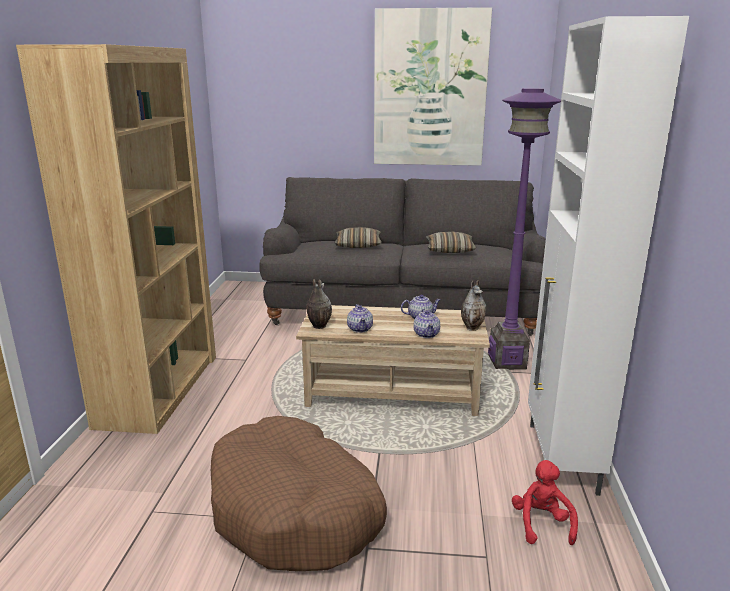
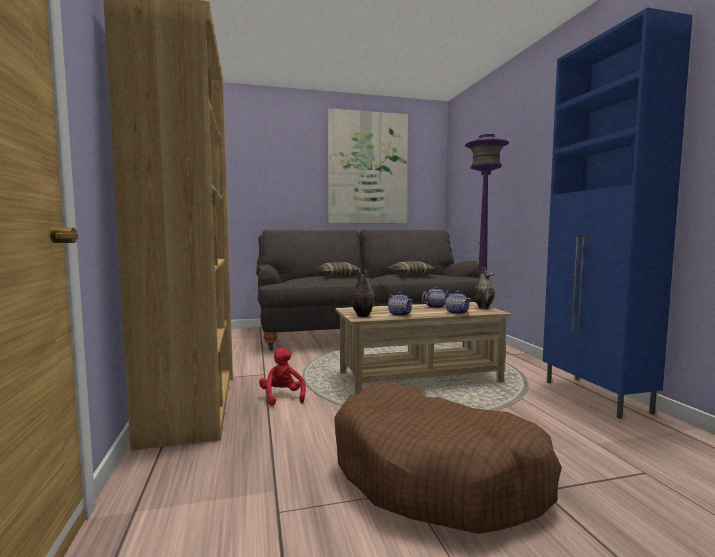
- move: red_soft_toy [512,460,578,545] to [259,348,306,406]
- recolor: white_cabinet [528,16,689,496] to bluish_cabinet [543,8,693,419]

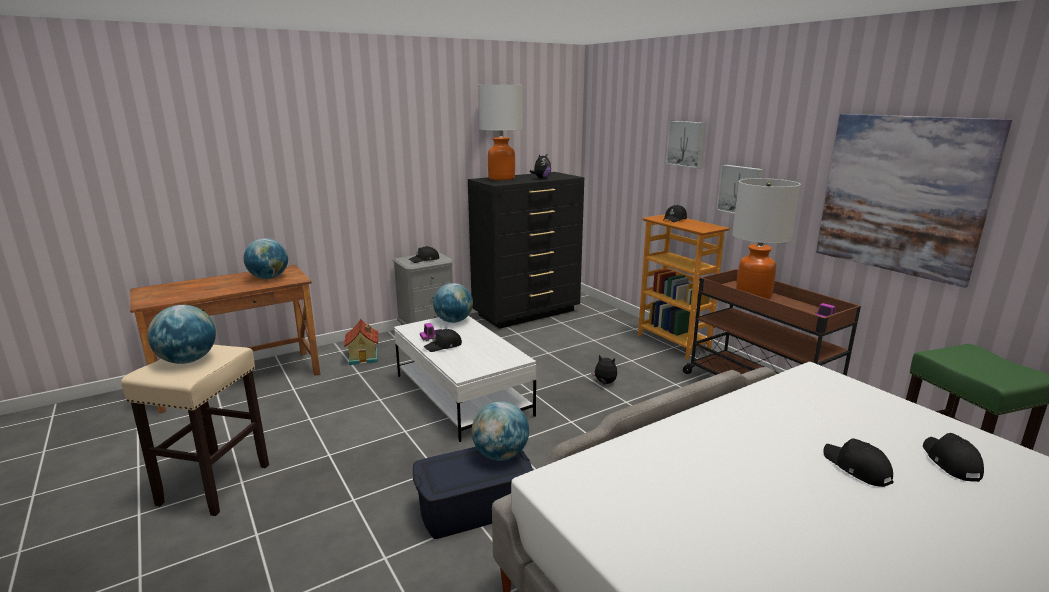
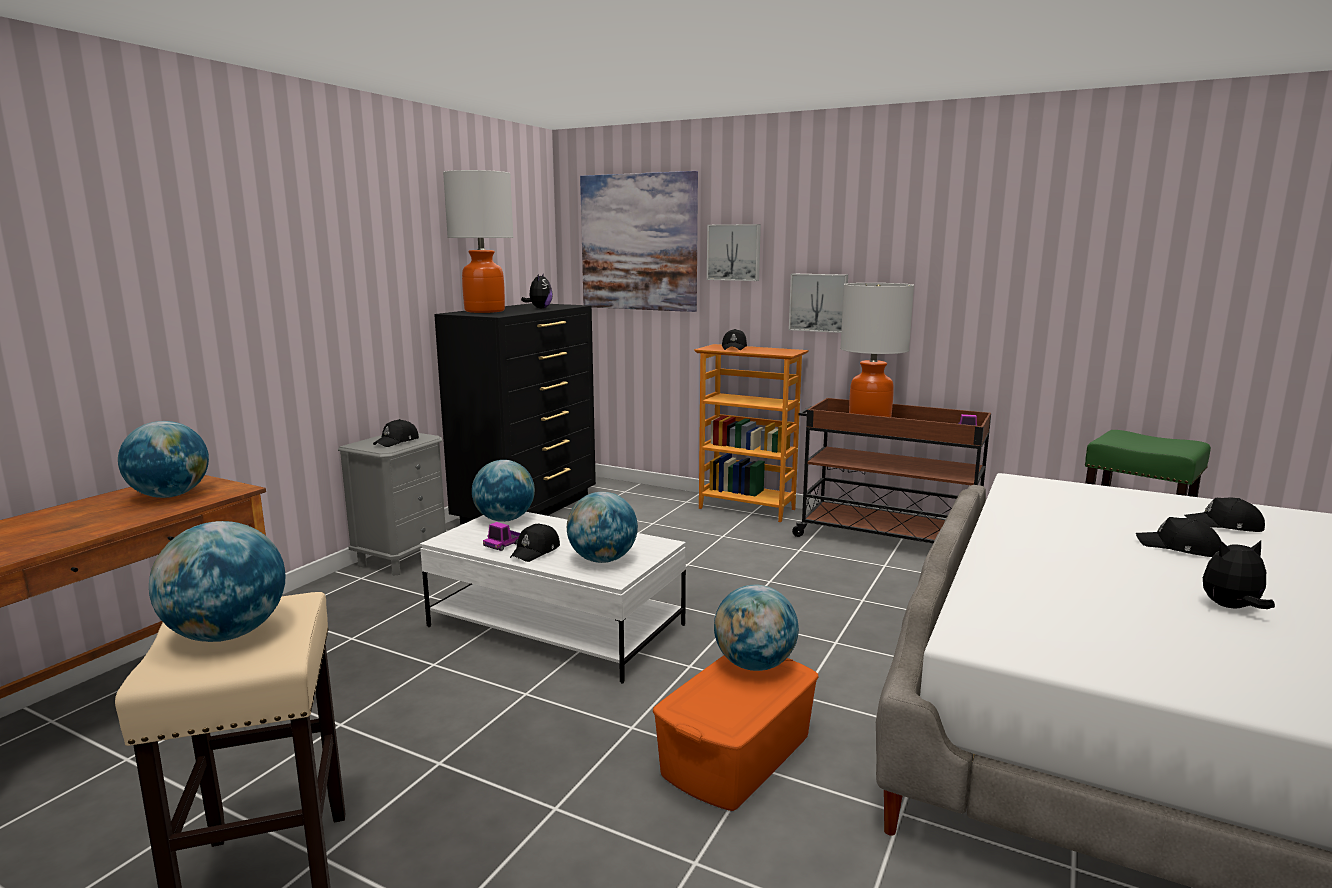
- delete: toy_house [344,319,378,365]
- recolor: bluish_storage_box [413,447,533,539] to orange_storage_box [653,655,819,811]
- move: soft_toy [591,355,617,385] to [1203,540,1275,609]
- move: picture [816,114,1012,288] to [580,171,698,312]
- rotate: black_peaked_cap [923,433,984,482] = [1185,497,1265,532] 45 degrees counterclockwise
- insert: world_globe [567,492,638,563]

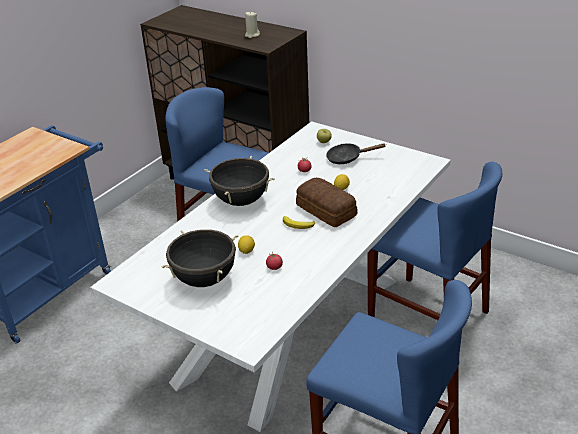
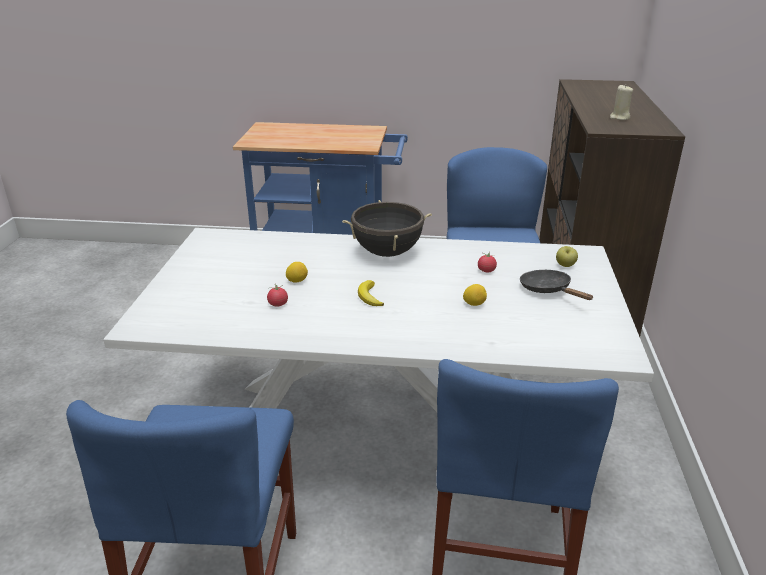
- delete: black_cooking_pot [161,229,238,287]
- delete: bread [296,178,357,228]

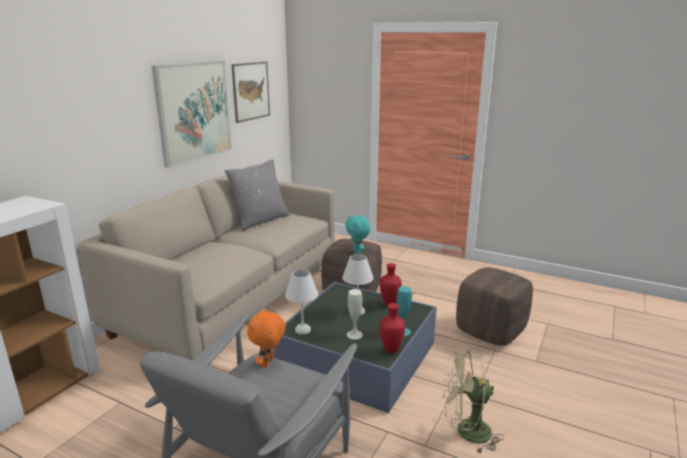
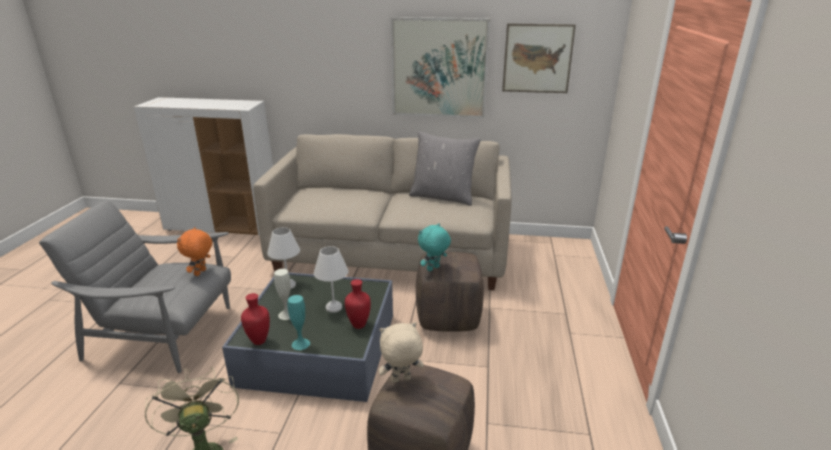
- rotate: orange_soft_toy [247,308,286,368] = [177,227,212,276] 75 degrees counterclockwise
- insert: beige-coloured_soft_toy [379,322,424,383]

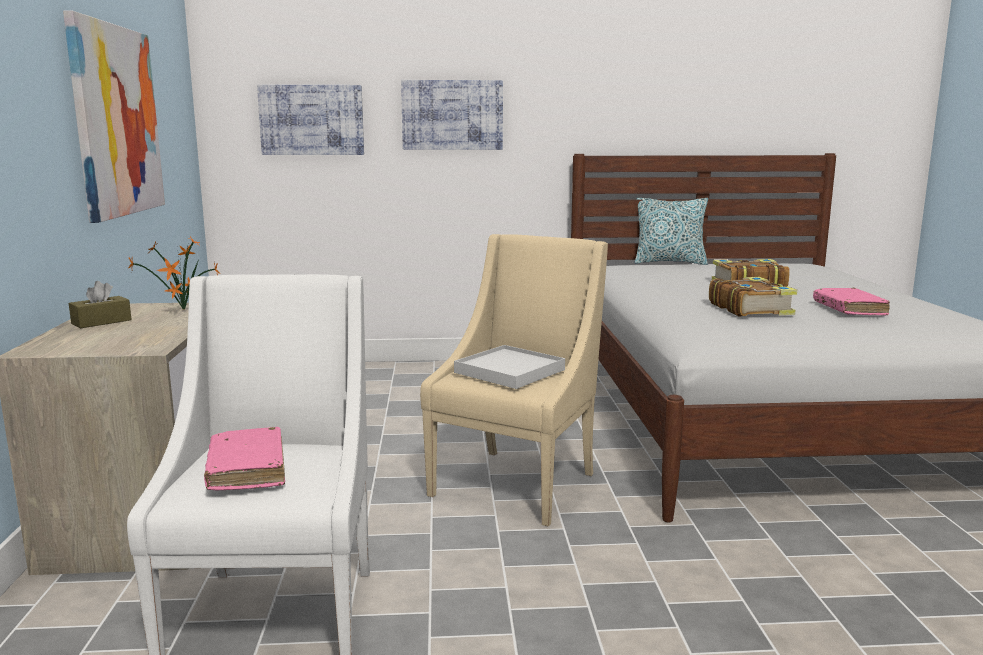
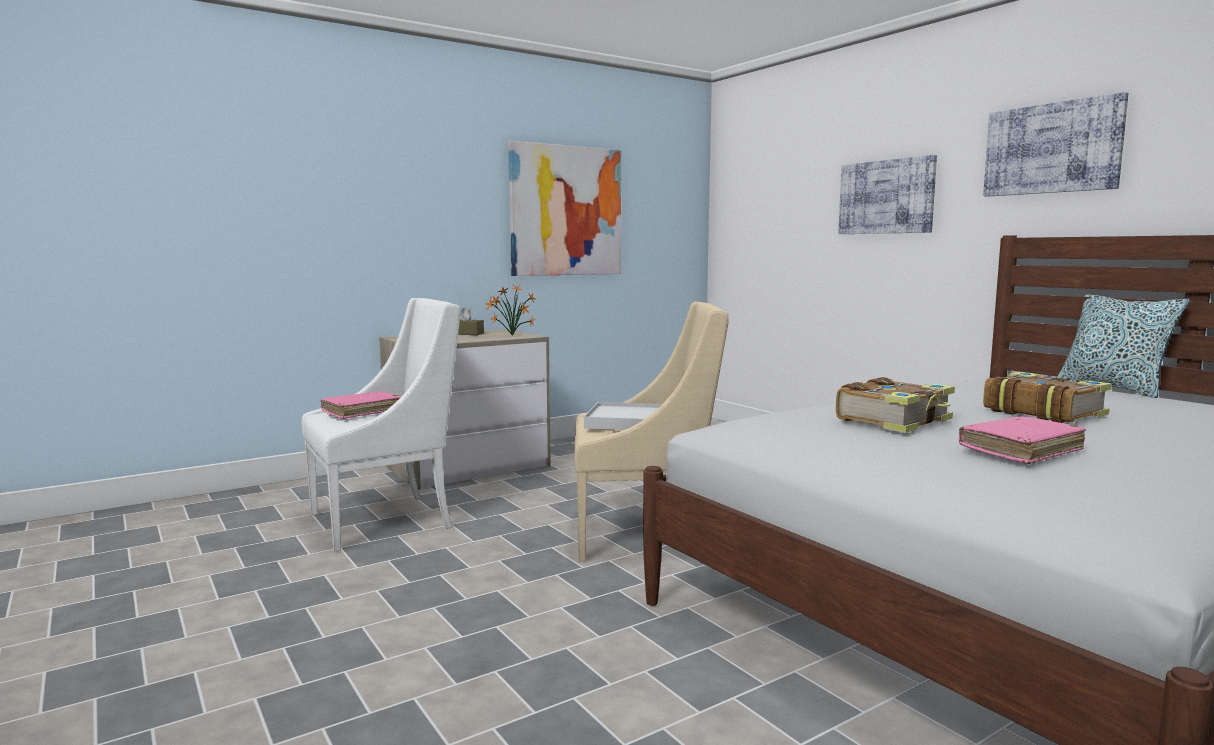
- move: picture [257,85,364,155] to [983,92,1128,197]

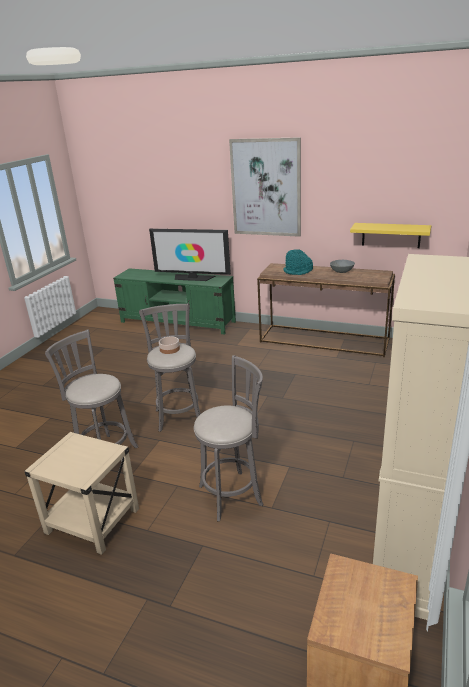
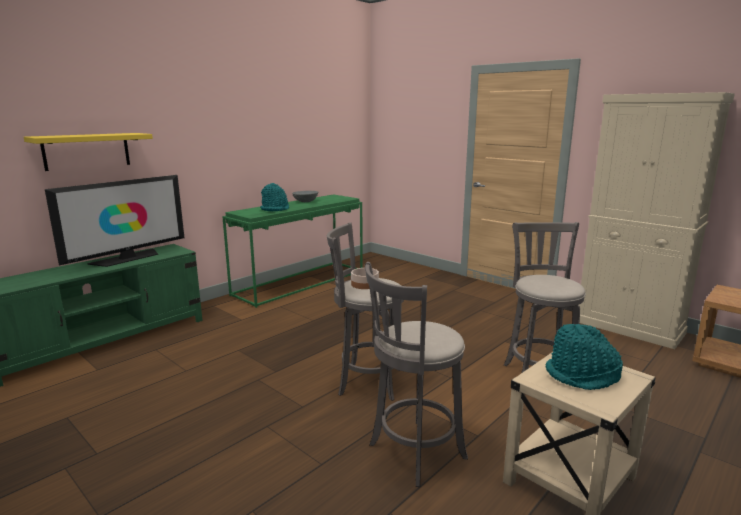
- delete: picture [229,137,301,237]
- recolor: brown_narrow_table [257,263,395,357] to green-coloured_narrow_table [222,194,363,308]
- move: yellowish_shelf [350,223,431,248] to [24,133,153,171]
- insert: blue-green_hat [546,324,623,390]

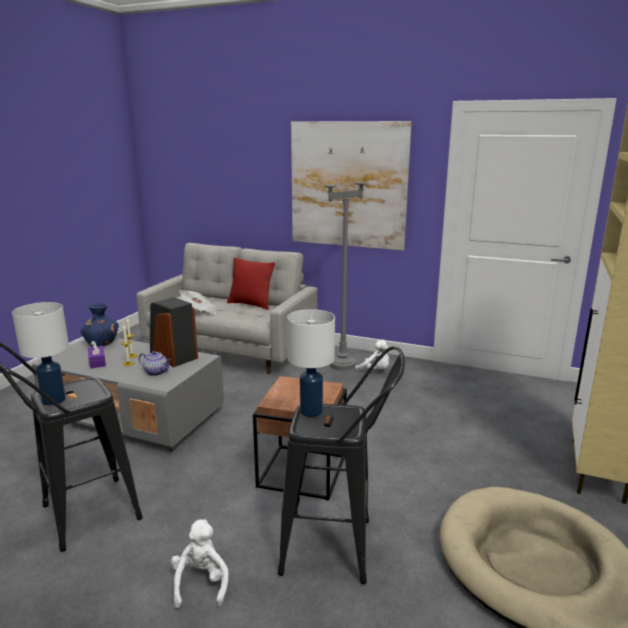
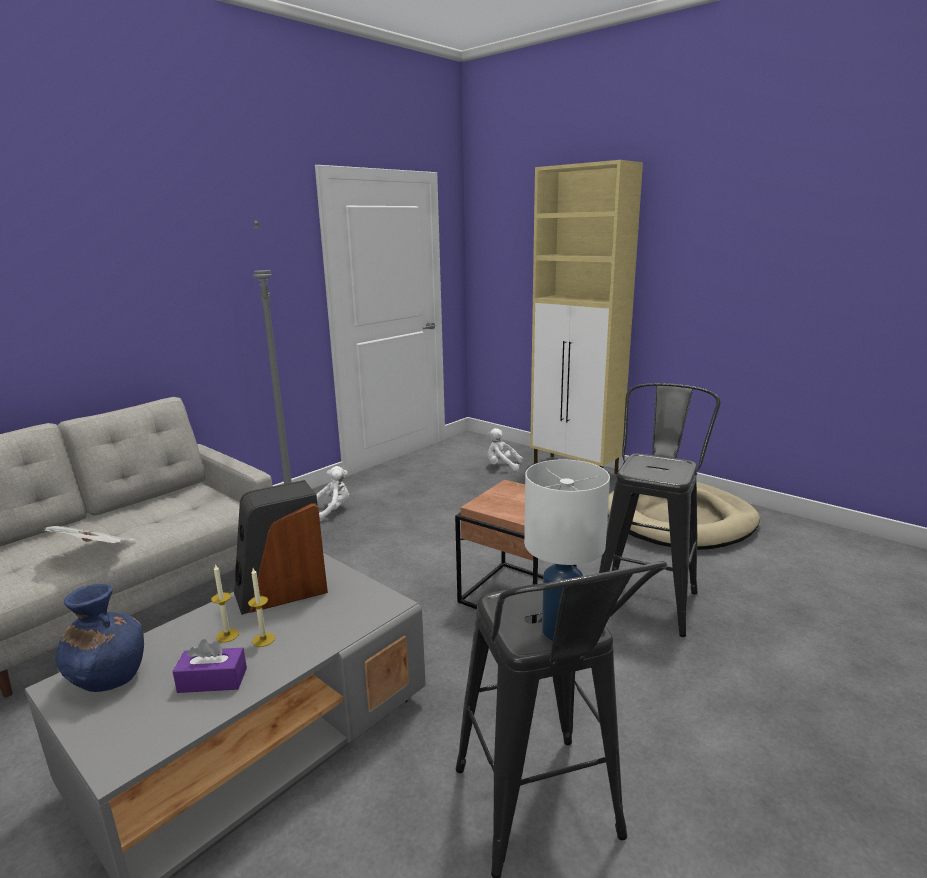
- delete: tea_pot [138,351,171,376]
- move: white_soft_toy [171,519,229,608] to [487,428,523,471]
- delete: red_cushion [227,257,275,310]
- delete: white_tabletop_lamp [287,309,335,417]
- delete: picture [291,121,412,250]

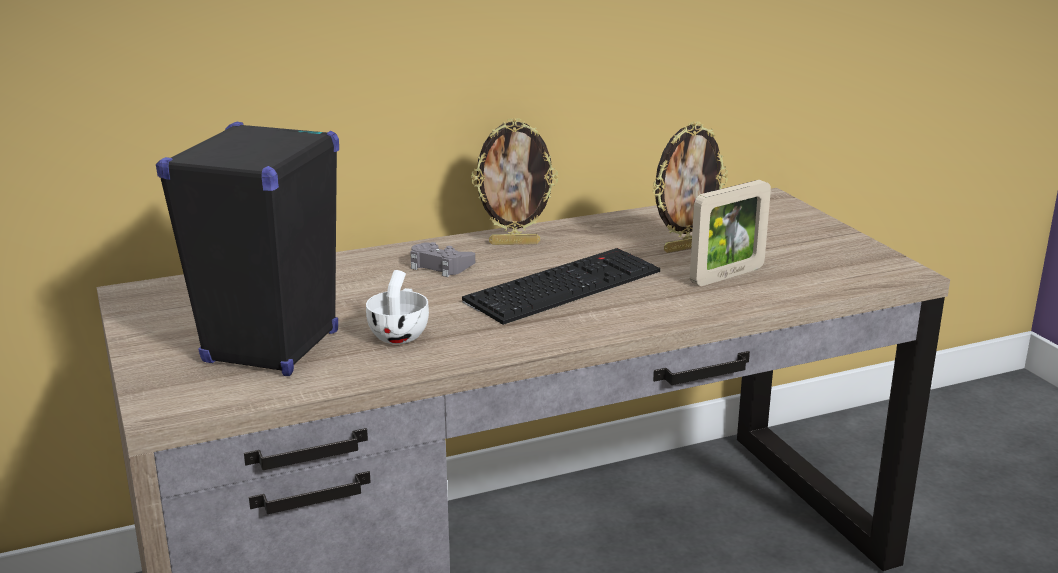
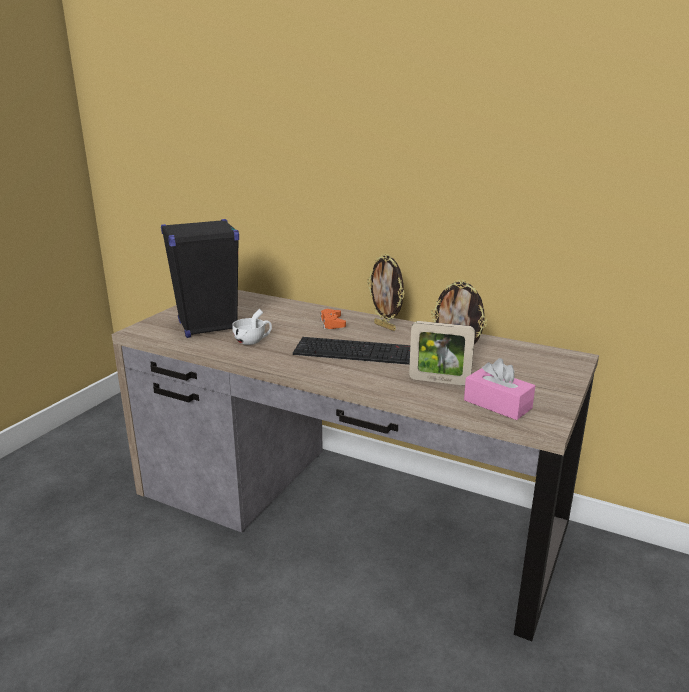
- recolor: greyish_gamepad [410,242,475,277] to orange_gamepad [320,309,346,329]
- insert: pinkish_box_of_tissues [464,358,535,420]

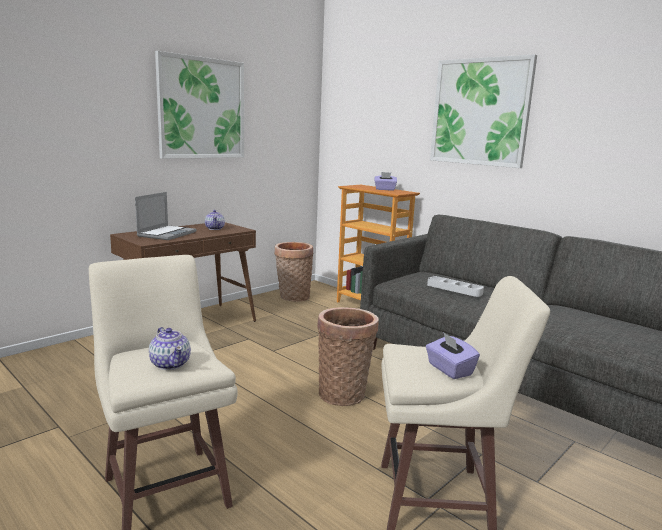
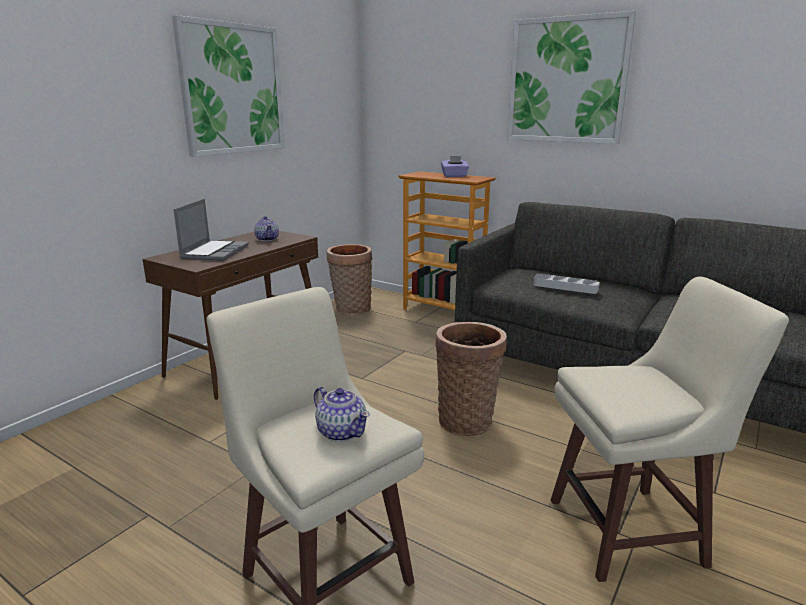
- delete: purple_box_of_tissues [426,332,480,379]

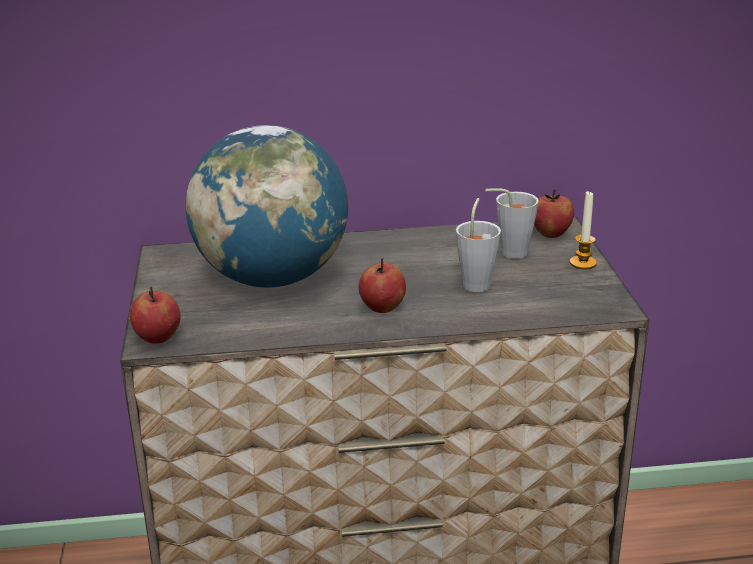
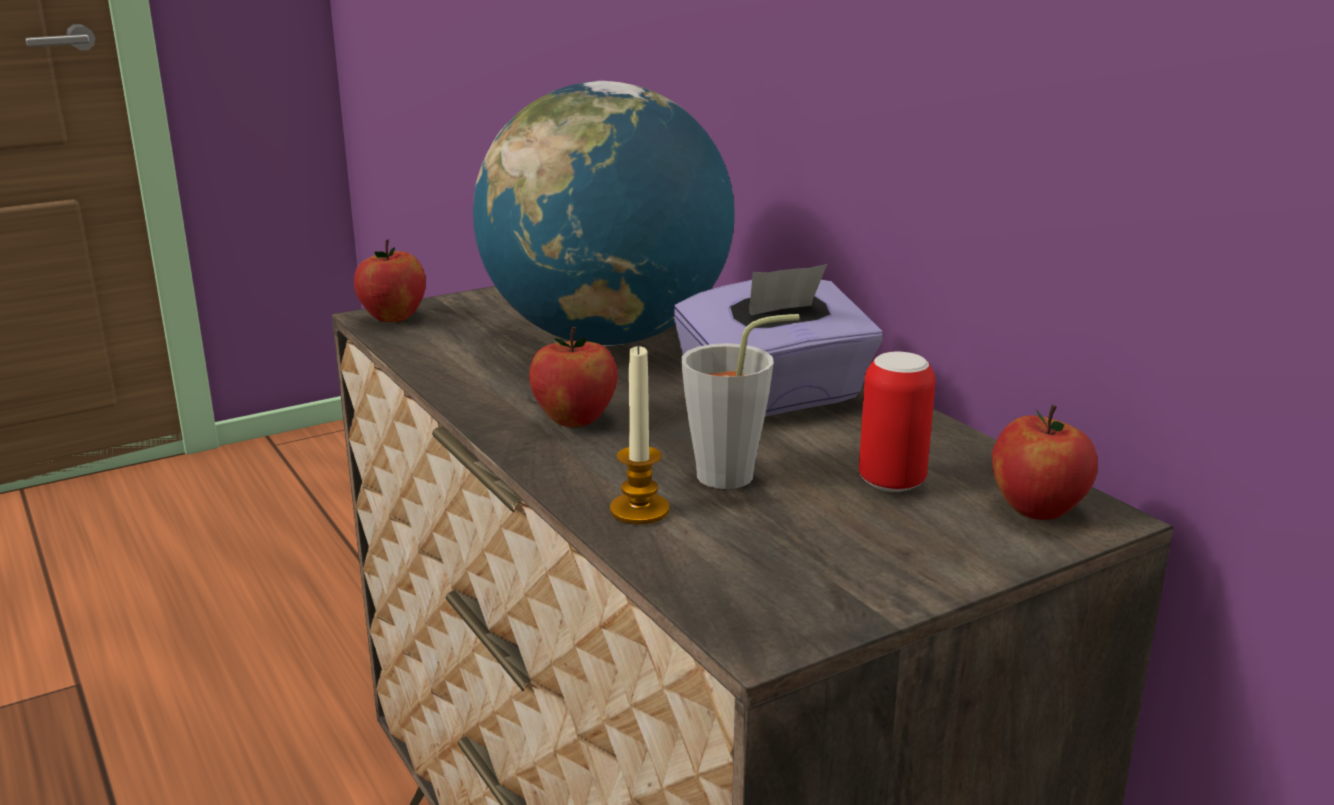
- replace: greyish_drinking_cup [486,188,539,259] to metal_can [859,352,936,492]
- move: wax_light [570,191,597,270] to [610,344,670,525]
- insert: purple_box_of_tissues [673,264,883,417]

